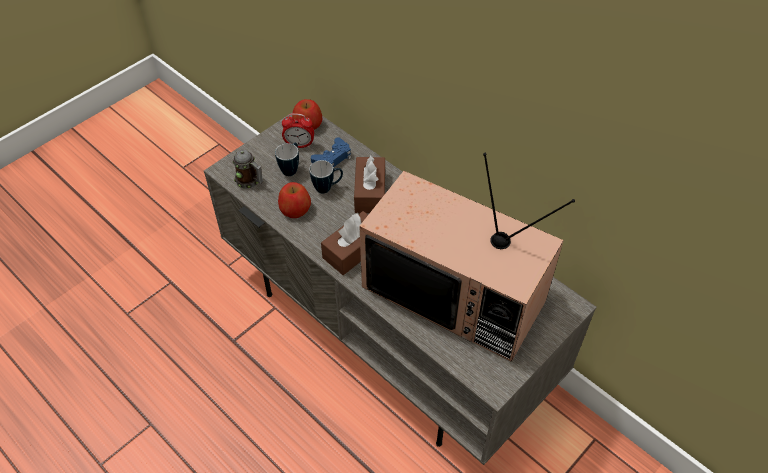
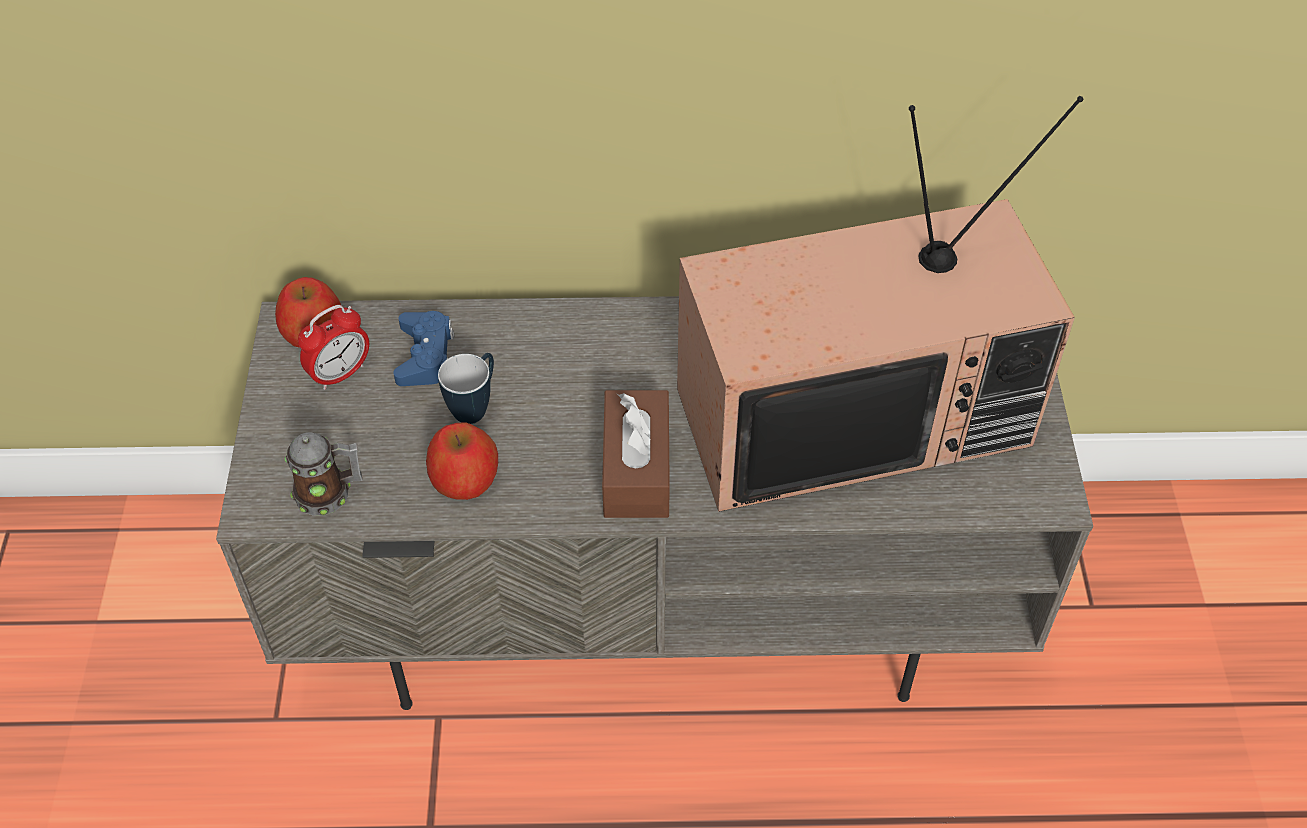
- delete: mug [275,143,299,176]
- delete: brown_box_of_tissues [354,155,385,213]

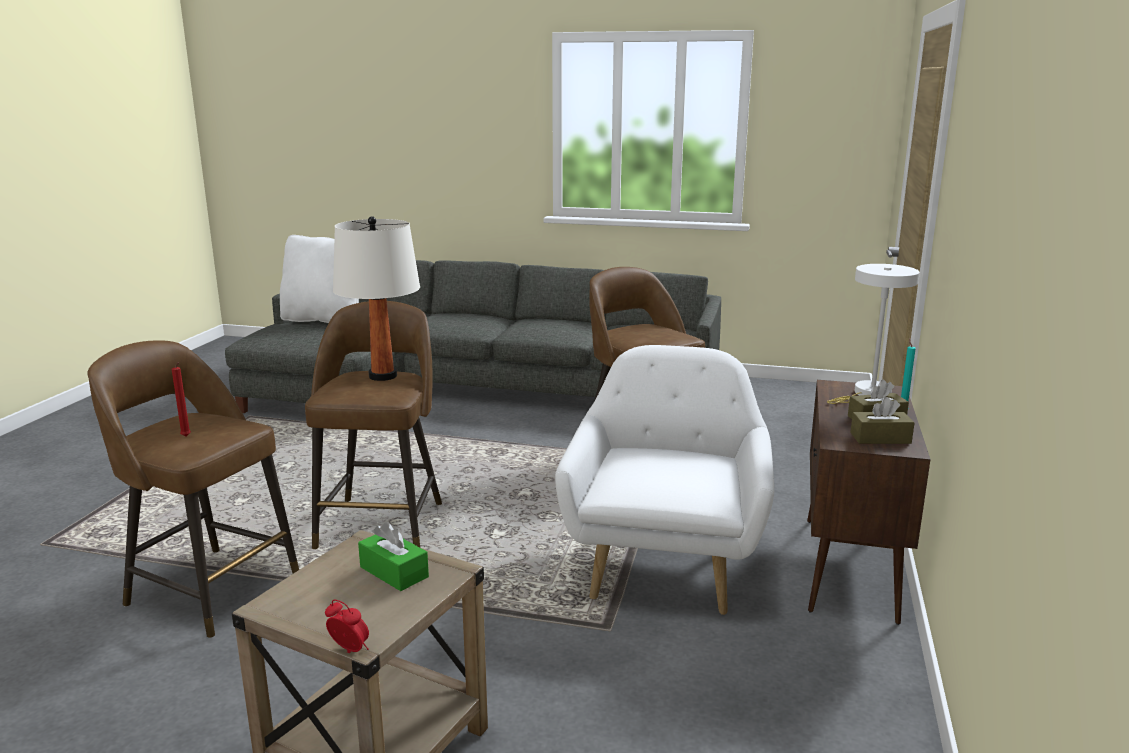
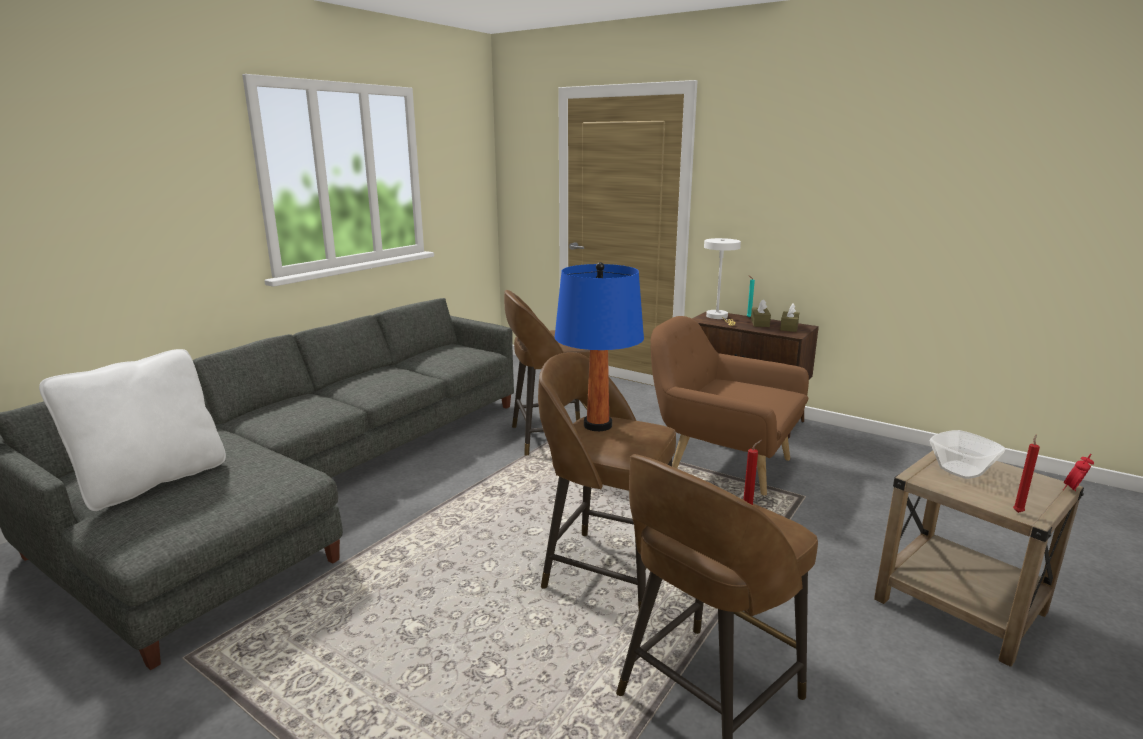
- recolor: white_tabletop_lamp [333,216,420,381] to bluish_tabletop_lamp [555,262,644,431]
- replace: green-coloured_box_of_tissues [358,522,429,591] to bowl [929,430,1005,479]
- recolor: white_armchair [555,345,774,615] to brown_armchair [650,316,809,496]
- insert: red_wax_light [1013,435,1040,513]

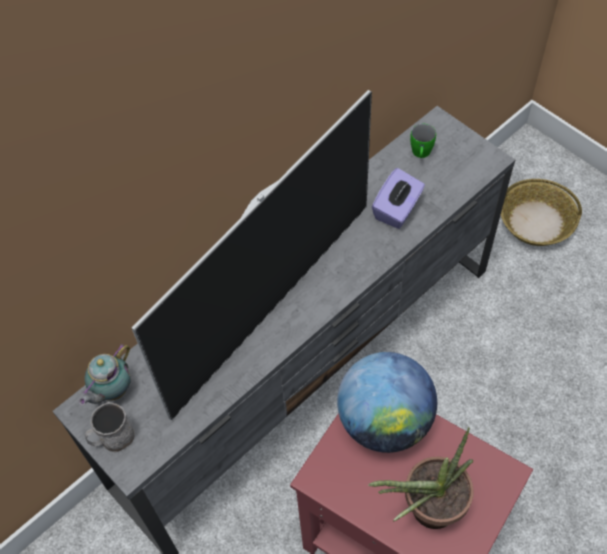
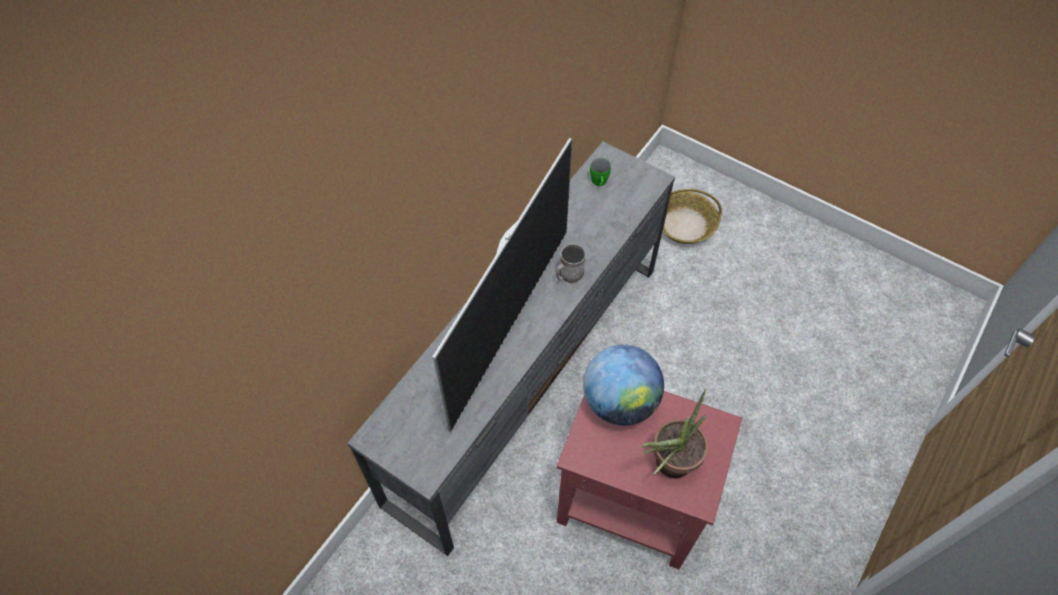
- delete: tea_pot [78,344,131,406]
- move: greyish_mug [85,402,135,452] to [556,244,586,284]
- delete: purple_box_of_tissues [372,168,425,229]

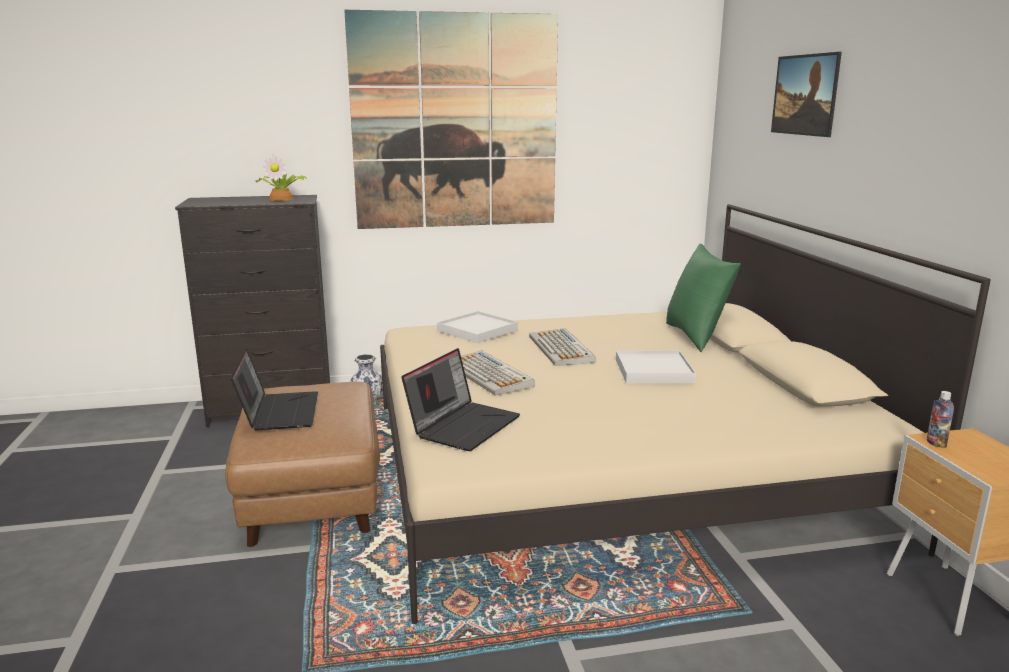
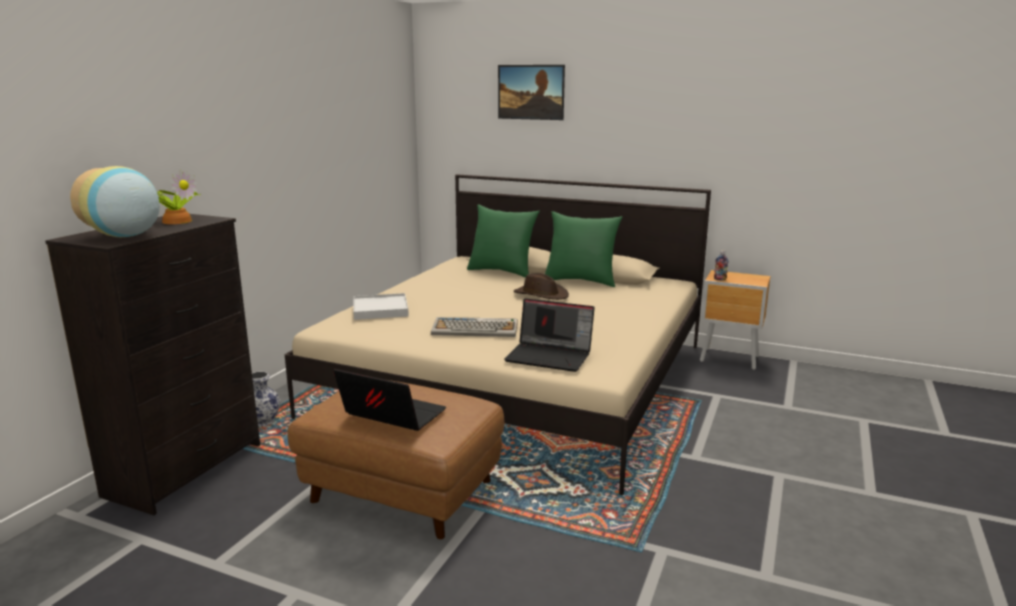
- delete: picture [344,10,558,229]
- rotate: notebook_computer [401,348,520,451] = [504,298,595,372] 135 degrees clockwise
- delete: PC_keyboard [529,328,596,366]
- replace: white_serving_tray [616,351,696,383] to brown_hat [514,273,569,300]
- insert: decorative_vase [70,166,160,237]
- insert: green-coloured_cushion [545,211,623,287]

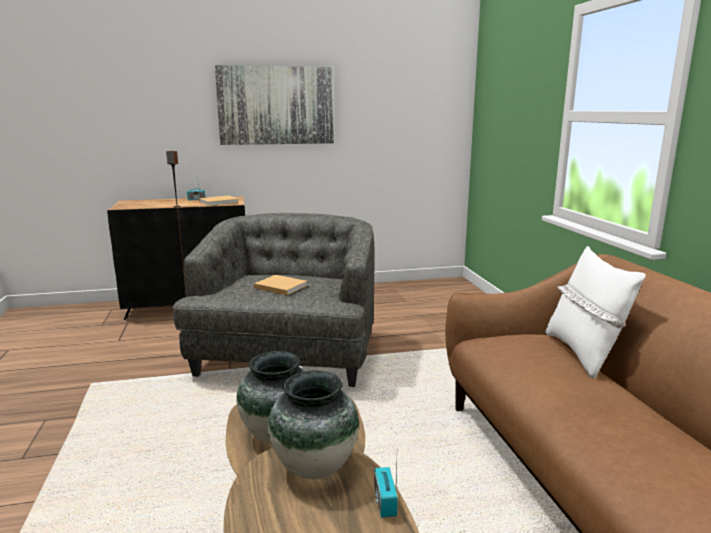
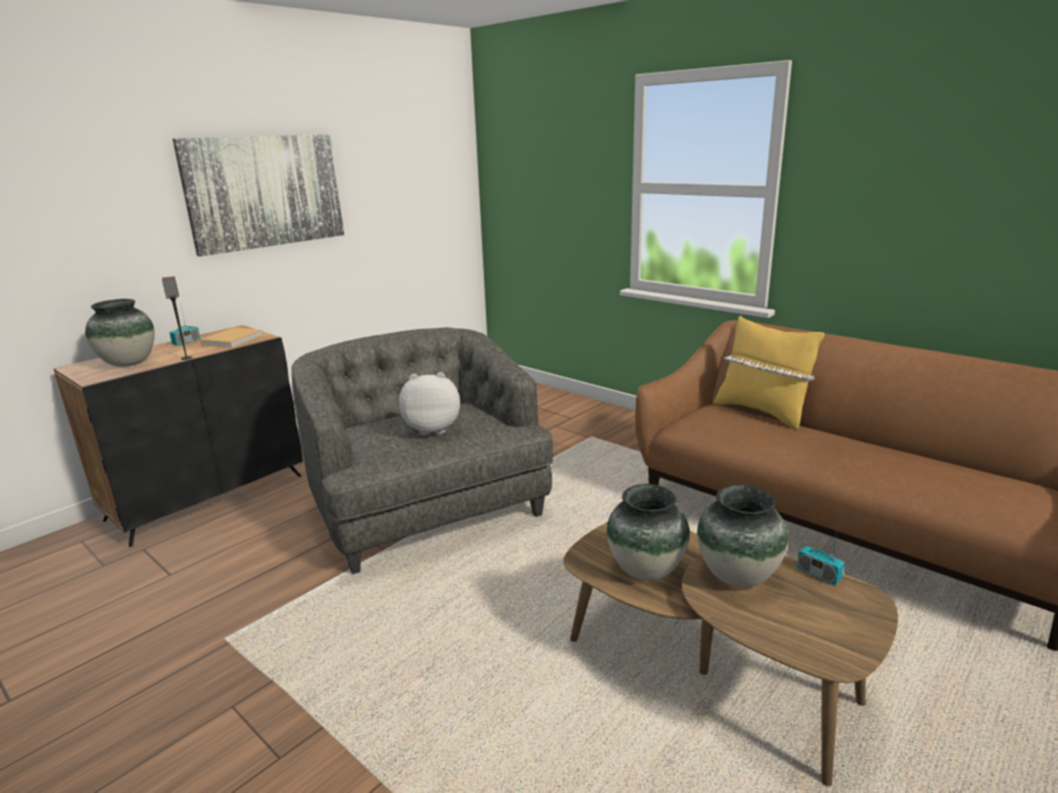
- replace: beige-coloured_bound_book [254,275,308,295] to soft_toy [399,372,460,435]
- recolor: white_cushion [545,246,646,379] to yellowish_cushion [714,316,824,430]
- insert: decorative_vase [85,299,155,367]

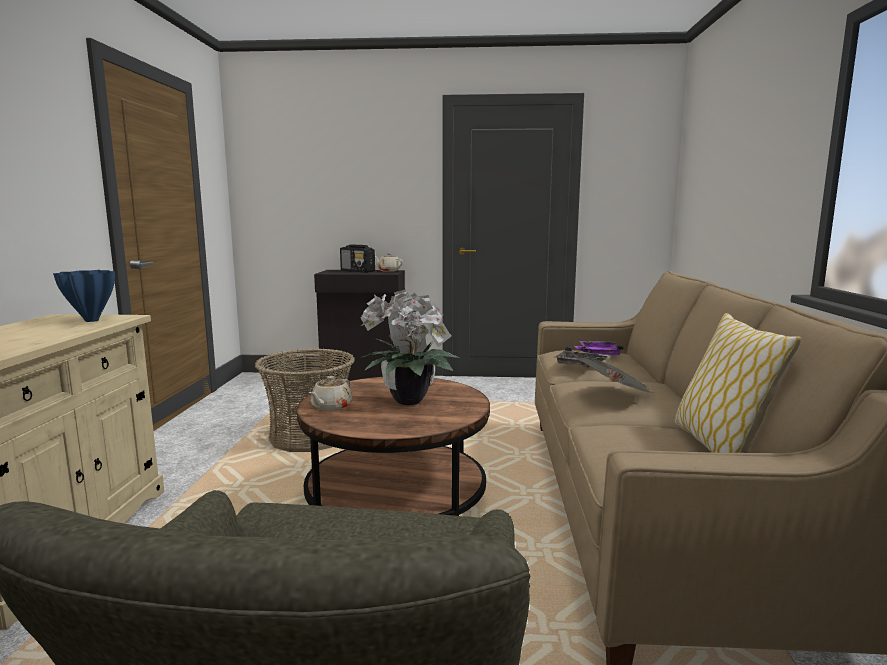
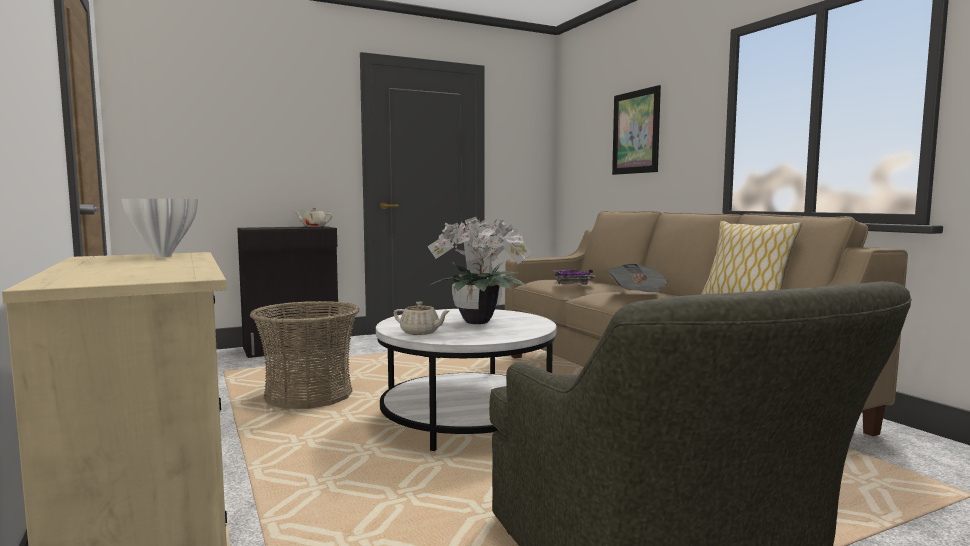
- recolor: bluish_decorative_vase [53,270,115,322] to white_decorative_vase [121,199,198,257]
- recolor: brown_low_table [297,377,490,516] to white_low_table [376,309,556,451]
- rotate: beige-coloured_tea_pot [309,376,352,411] = [394,302,450,335] 60 degrees counterclockwise
- delete: radio_receiver [340,244,375,273]
- insert: picture [612,85,661,175]

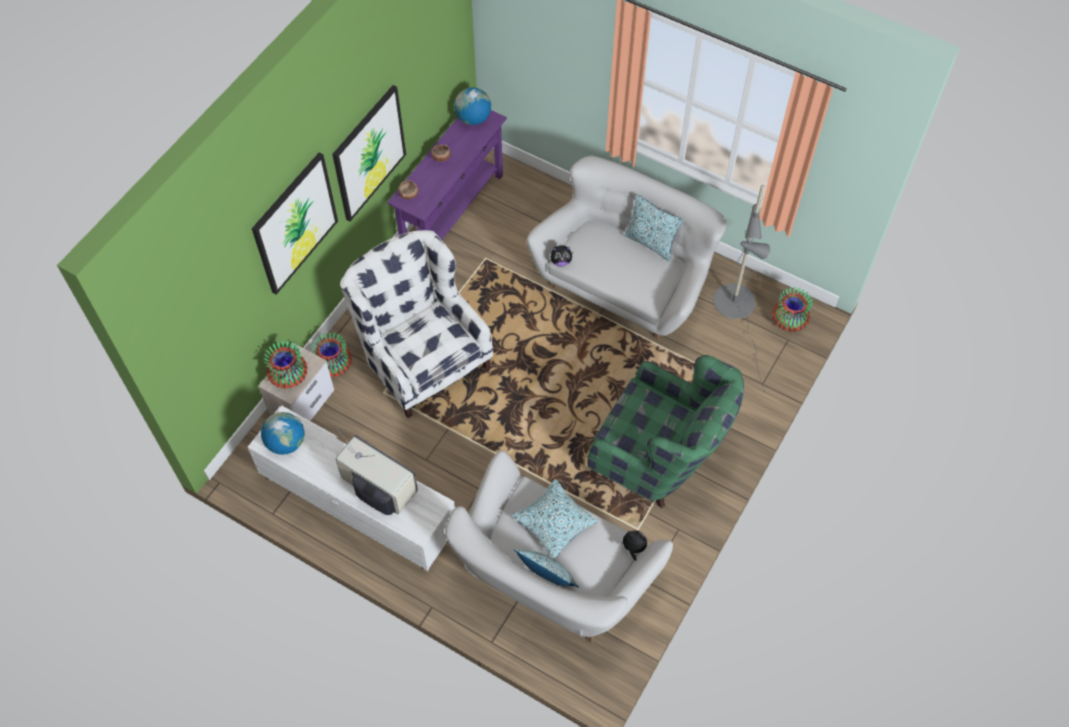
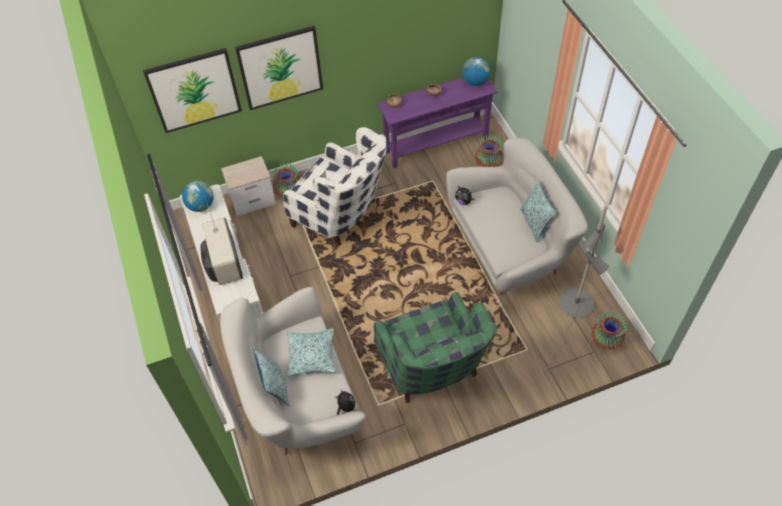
- move: decorative_vase [264,341,308,389] to [475,135,503,167]
- move: picture [332,85,406,222] to [143,48,242,133]
- rotate: white_armchair [340,230,493,418] = [283,127,387,246] 120 degrees clockwise

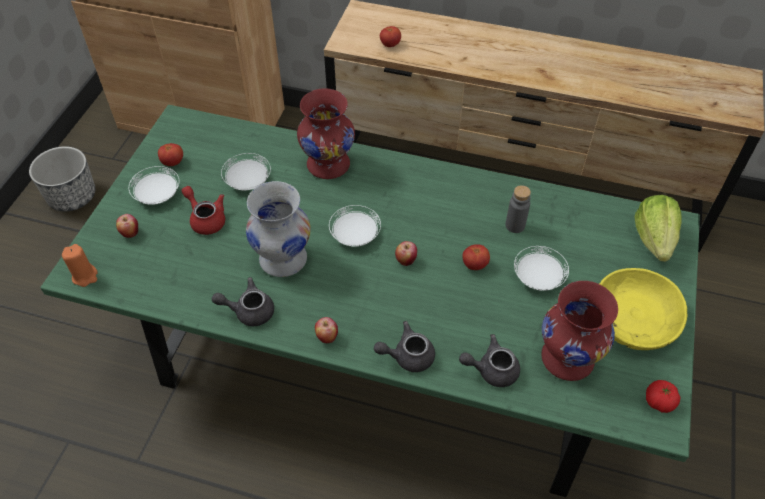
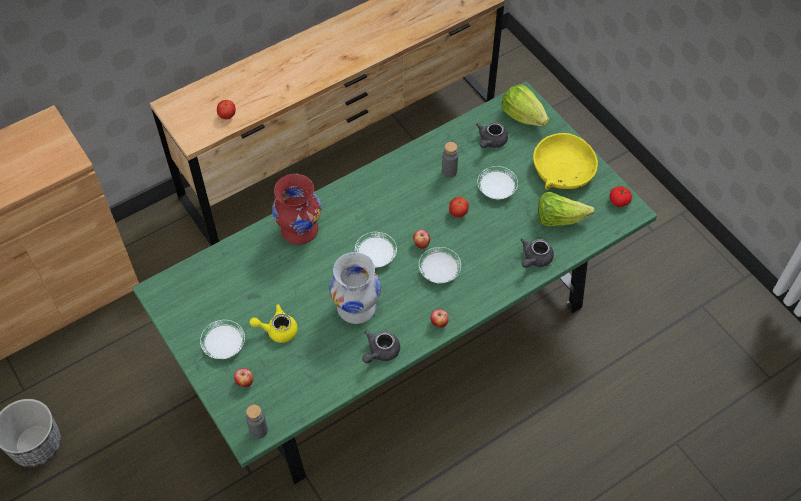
- replace: orange_wax_light [62,244,97,287] to greyish_bottle [246,405,268,439]
- delete: whole_tomato [158,143,183,166]
- recolor: red_tea_pot [182,186,225,235] to yellowish_tea_pot [249,304,298,343]
- move: white_dinner_plate [221,153,271,190] to [419,247,461,283]
- move: greyish_tea_pot [374,321,435,372] to [476,122,508,148]
- replace: red_decorative_vase [541,281,618,381] to head_of_lettuce [538,192,594,227]

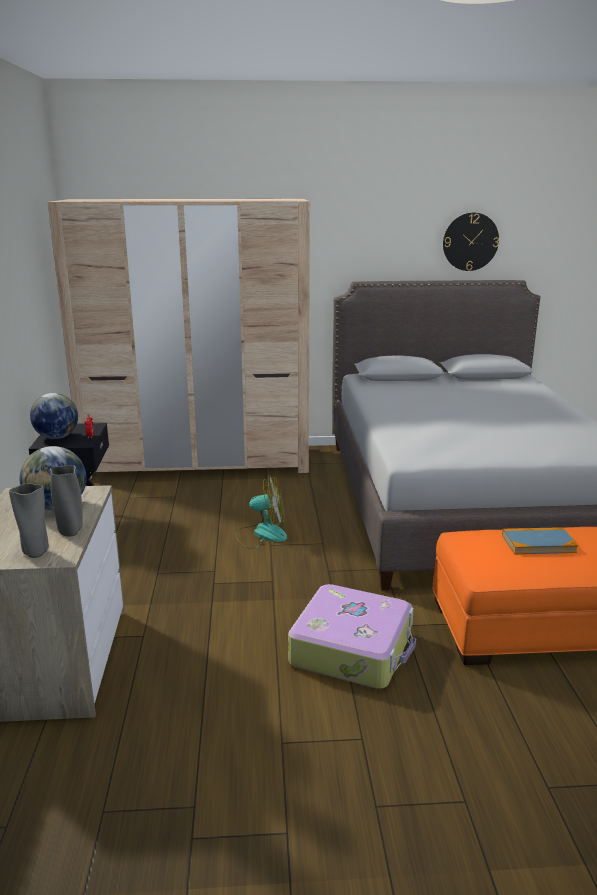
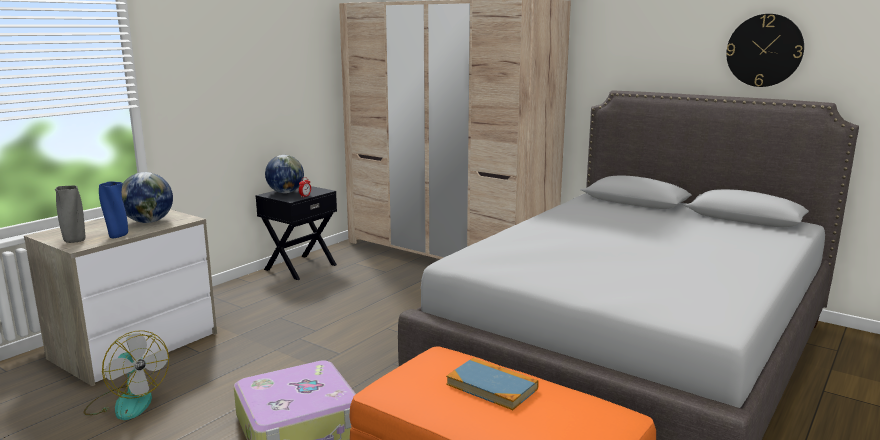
- recolor: greyish_decorative_vase [50,465,83,537] to bluish_decorative_vase [99,181,128,238]
- move: electric_fan [236,475,287,549] to [84,330,169,420]

